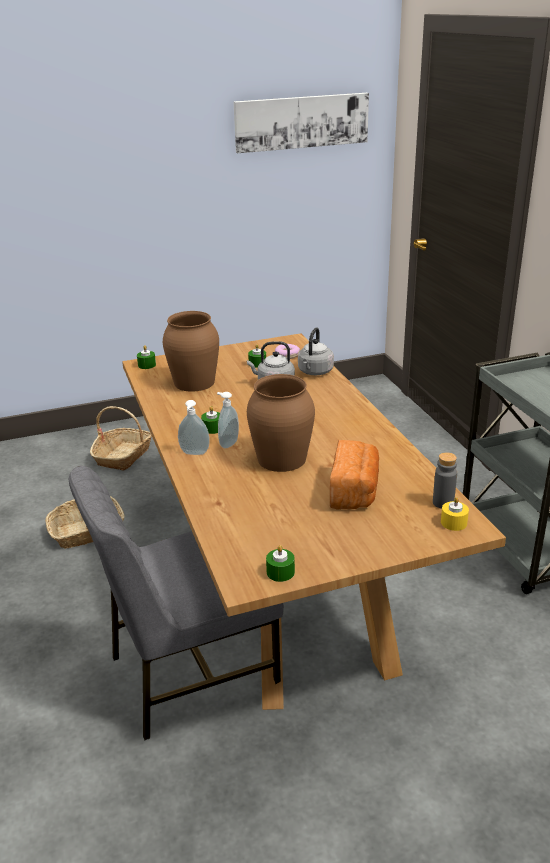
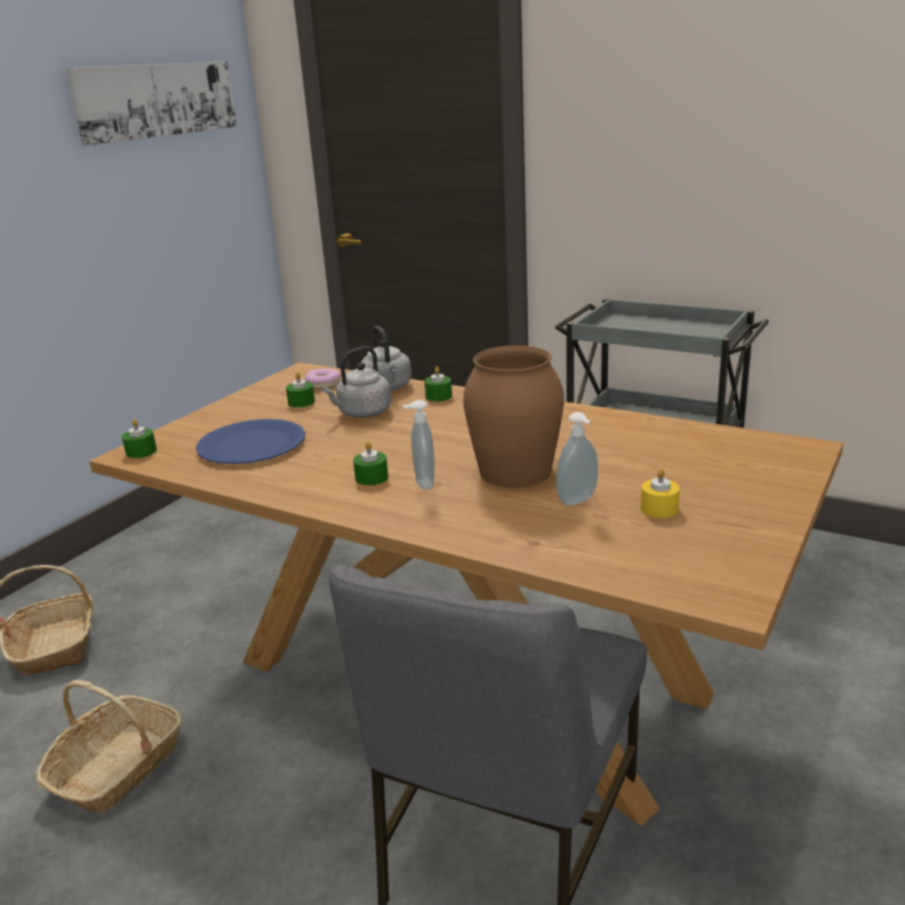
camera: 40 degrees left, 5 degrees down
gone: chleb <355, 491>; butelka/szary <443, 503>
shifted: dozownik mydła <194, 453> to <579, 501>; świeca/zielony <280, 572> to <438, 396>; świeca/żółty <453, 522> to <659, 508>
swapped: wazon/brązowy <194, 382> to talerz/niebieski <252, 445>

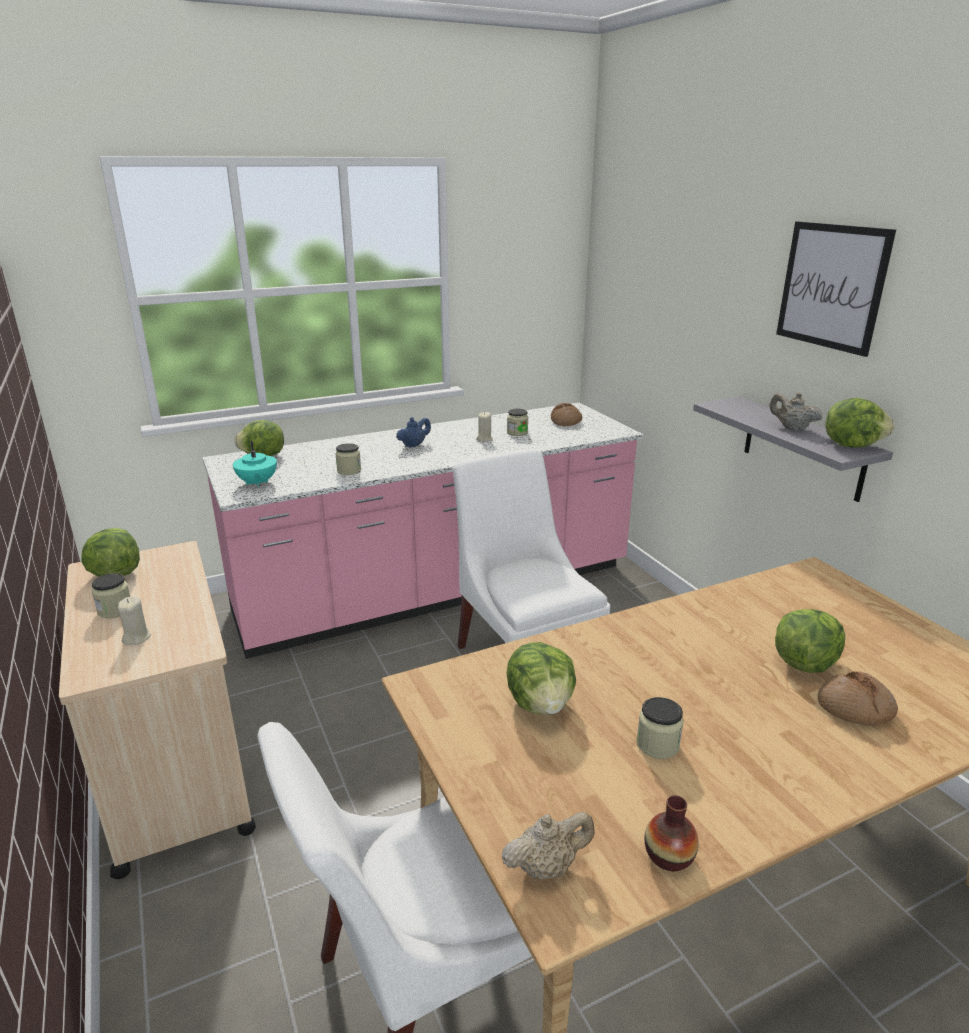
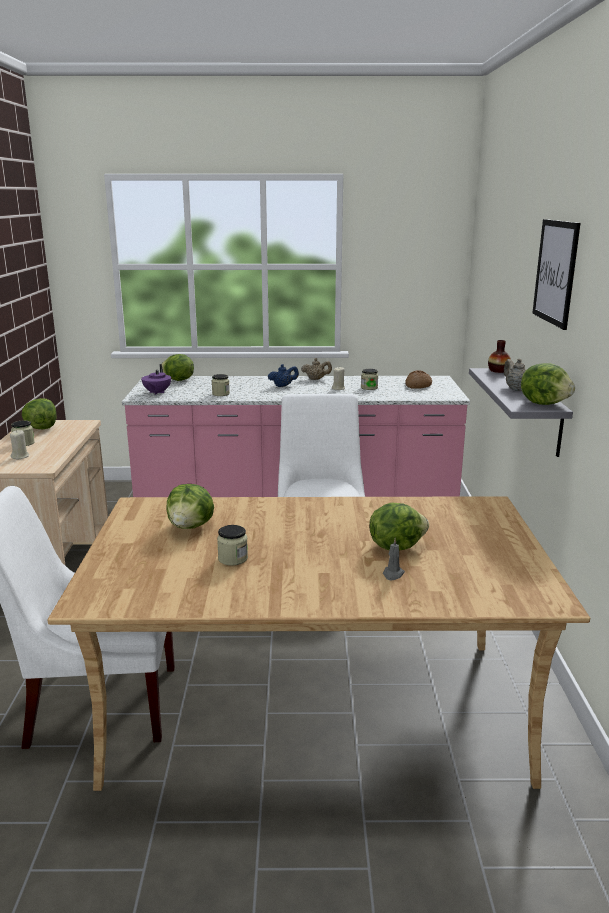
camera: 25 degrees right, 5 degrees down
shifted: imbryk/beżowy <546, 867> to <316, 379>; wazon <668, 855> to <498, 371>
swapped: chleb <855, 708> to świeca/szary <393, 574>
repainted: imbryk/turkusowy <257, 483> to imbryk/fioletowy <156, 393>

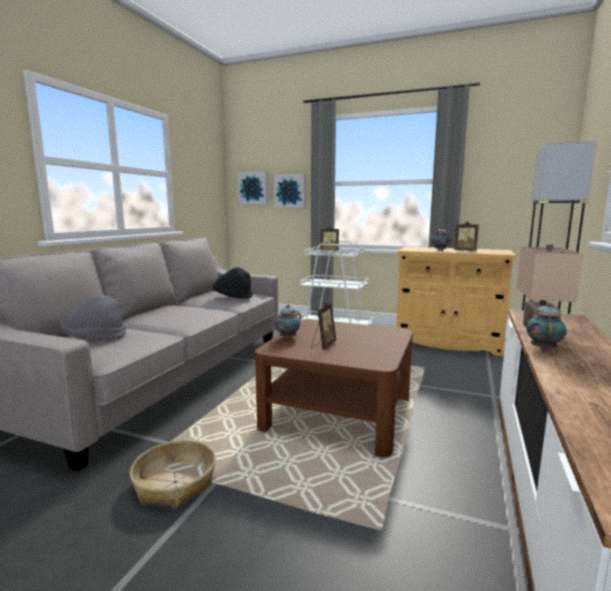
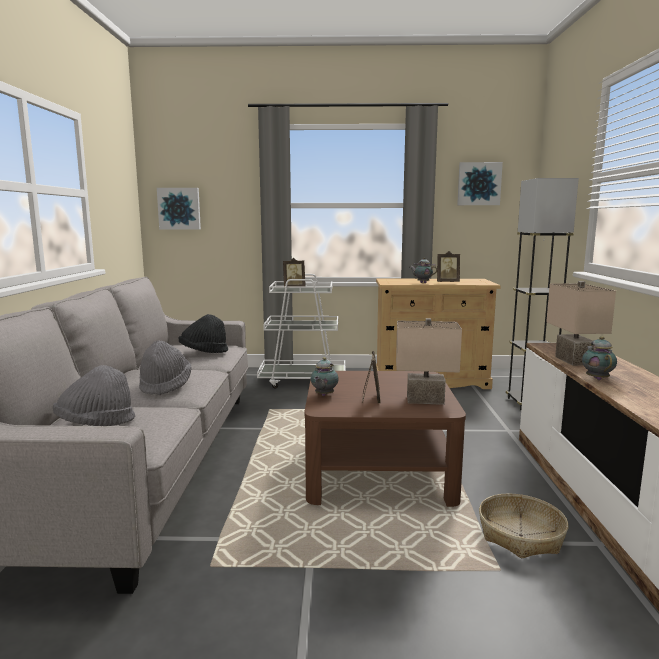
camera: 20 degrees left, 0 degrees up
new: kapelusz/szary <165, 386>; lampa stołowa/beżowy <425, 399>
shifted: koszyk <175, 482> to <521, 536>; obraz <290, 191> to <479, 184>

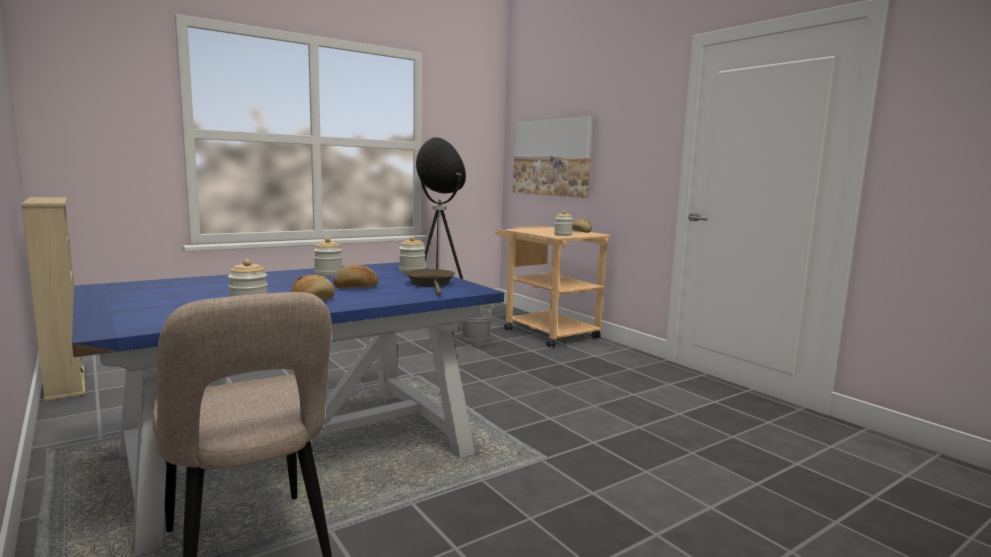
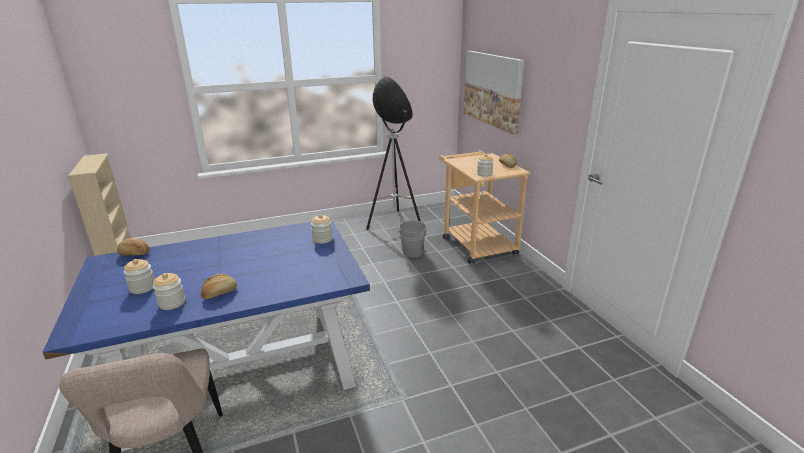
camera: 15 degrees right, 15 degrees up
gone: patelnia/brązowy <431, 284>
shifted: słoik <328, 274> to <142, 287>; chleb <356, 287> to <134, 254>

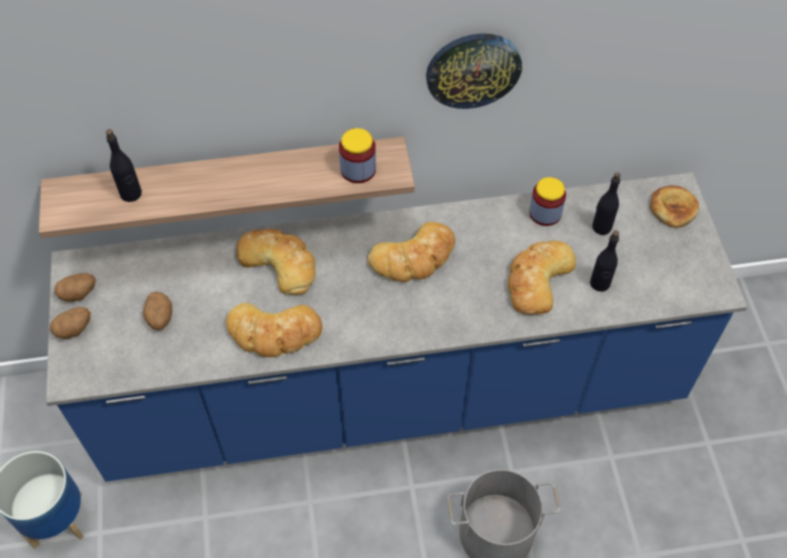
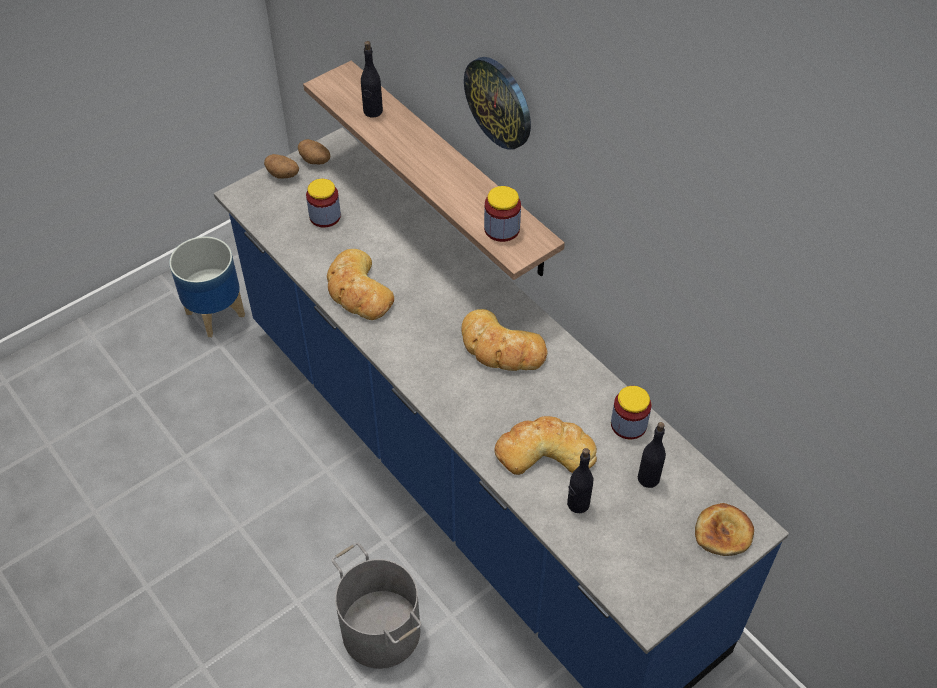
camera: 60 degrees right, 5 degrees down
gone: chleb <279, 262>
shifted: zegar ścienny <473, 69> to <499, 102>
swapped: ziemniak <160, 318> to słoik <325, 216>

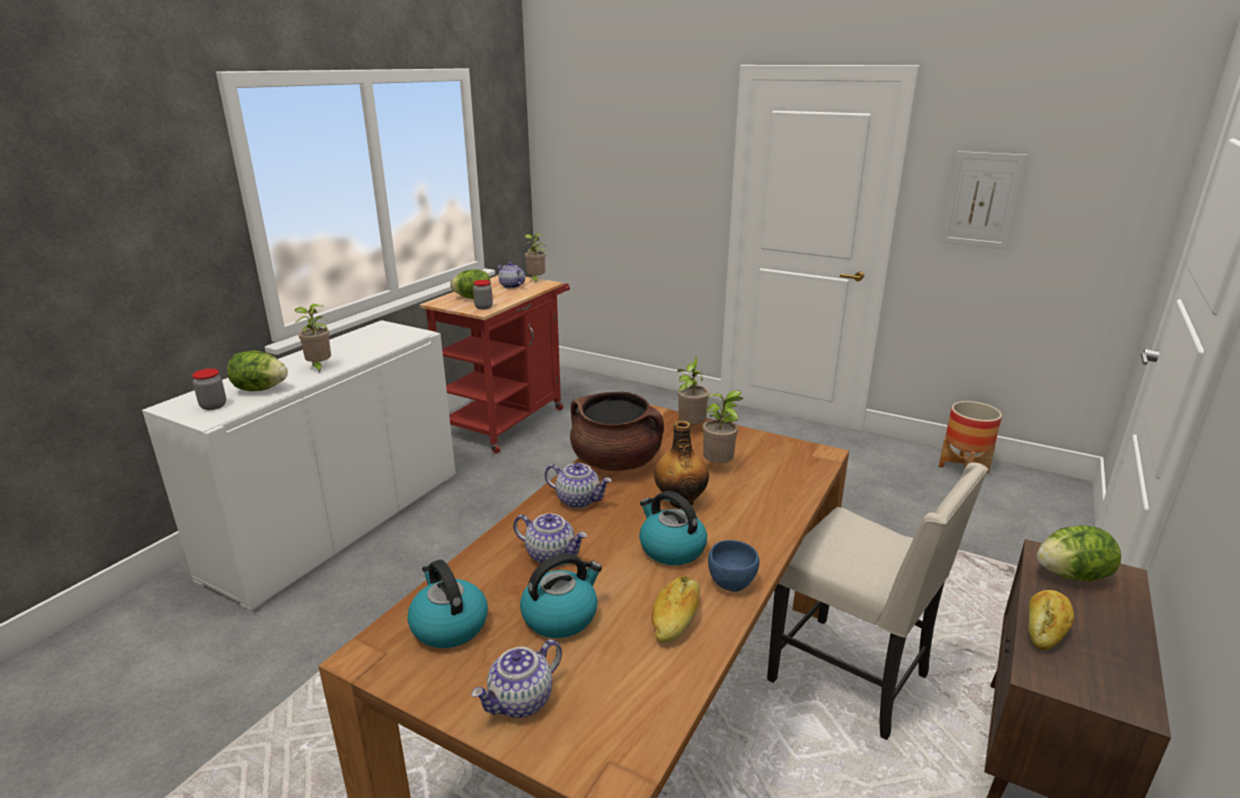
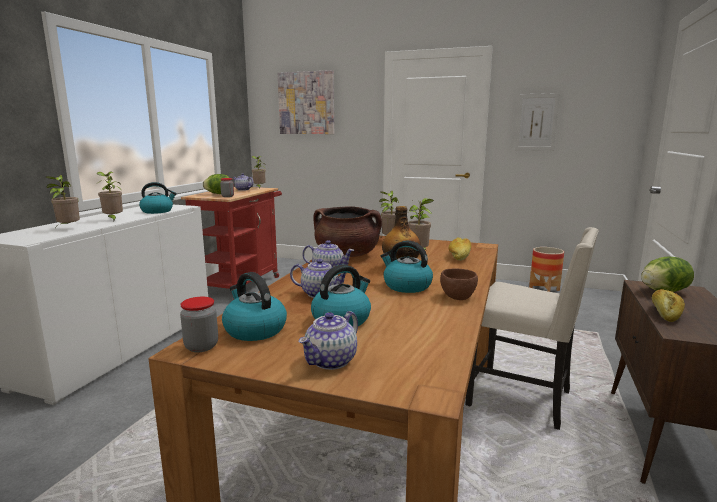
camera: 10 degrees left, 10 degrees down
new: czajnik <157, 211>; obraz <306, 103>
shifted: słoik <213, 406> to <201, 346>; chleb <676, 618> to <459, 256>
swapped: sałata <260, 389> to roślina doniczkowa <68, 228>
repainted: miska/niebieski <730, 582> to miska/brązowy <456, 297>

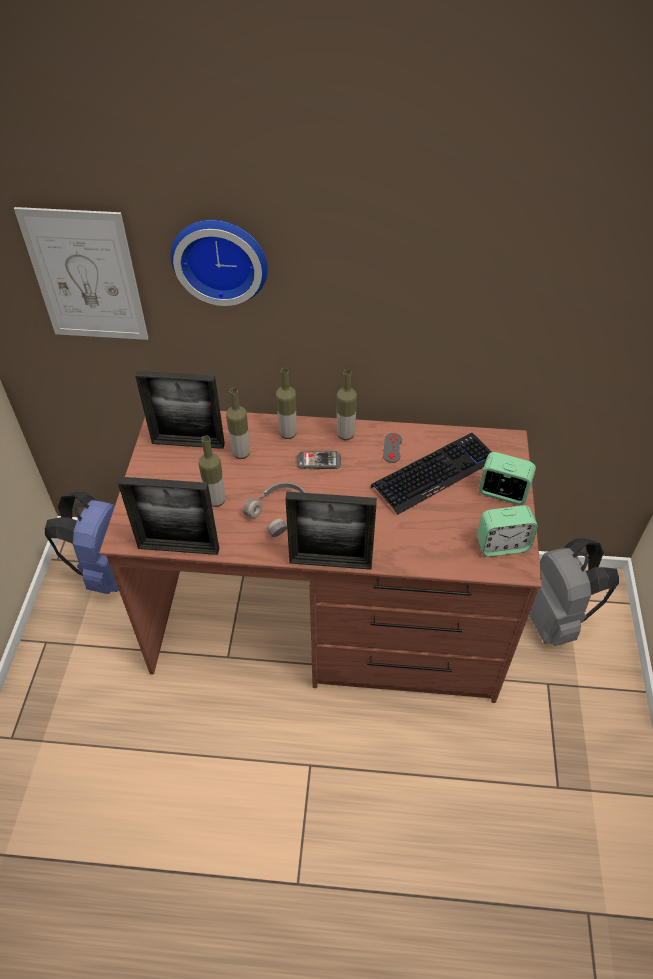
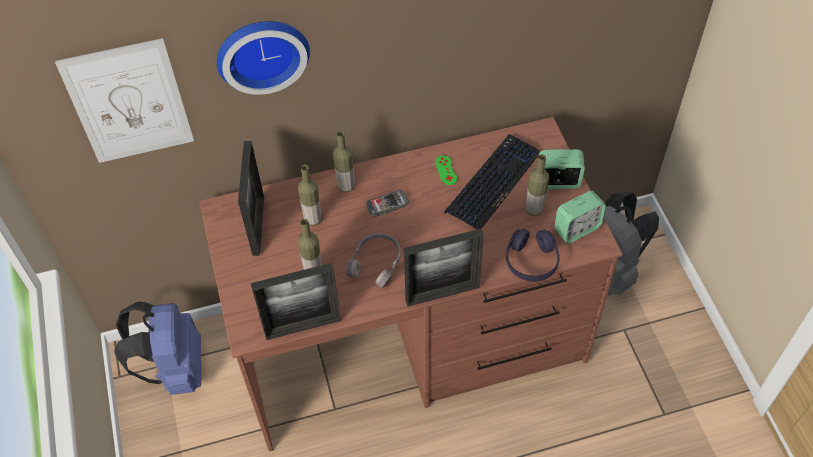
camera: 20 degrees left, 5 degrees up
new: słuchawki/fioletowy <531, 261>
shifted: butelka <345, 435> to <534, 209>
repainted: pad do gier/szary <392, 448> to pad do gier/zielony <446, 170>
rotated: ramka na zdjęcie <188, 443> = <258, 225> 75 degrees counterclockwise

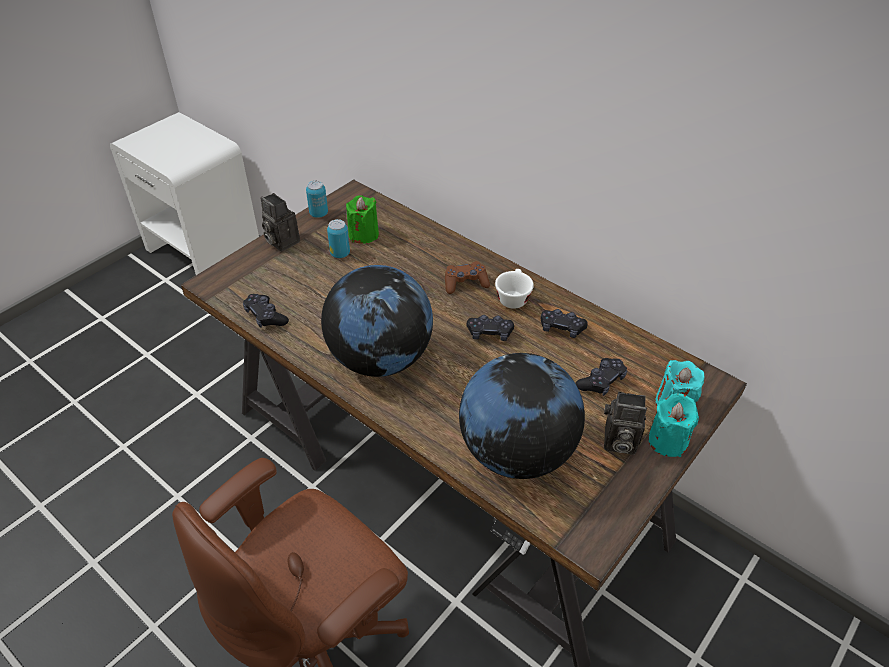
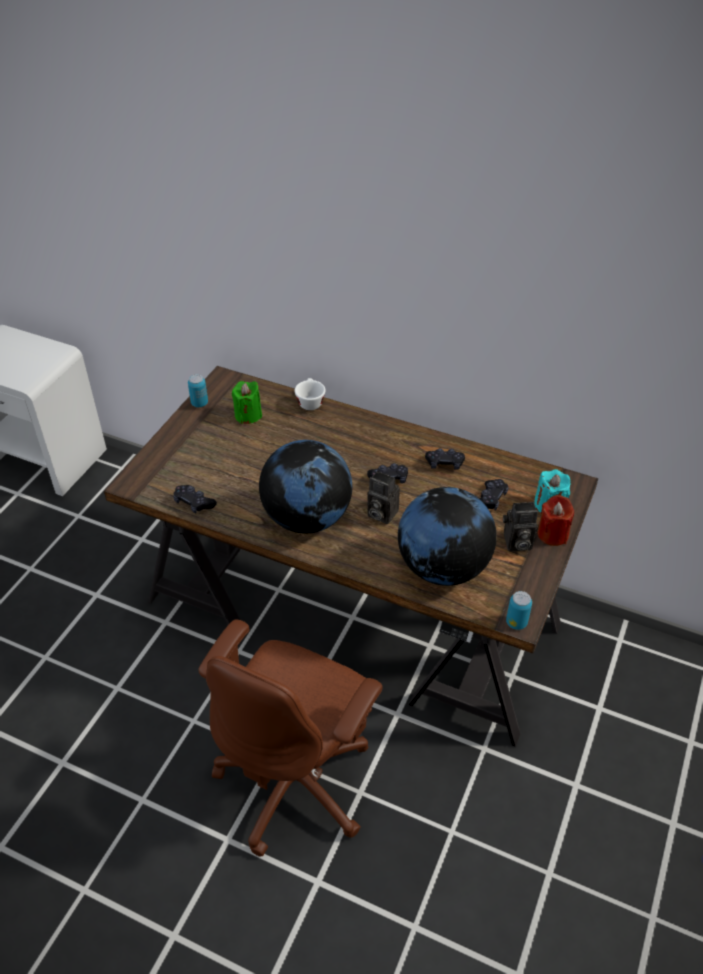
camera: 15 degrees left, 0 degrees up
gone: pad do gier/brązowy <465, 283>
shifted: aparat fotograficzny <280, 241> to <380, 513>; puszka <340, 253> to <516, 622>; filiżanka/biały <512, 297> to <309, 401>
repainted: świeca/turkusowy <667, 441> to świeca/czerwony <552, 534>

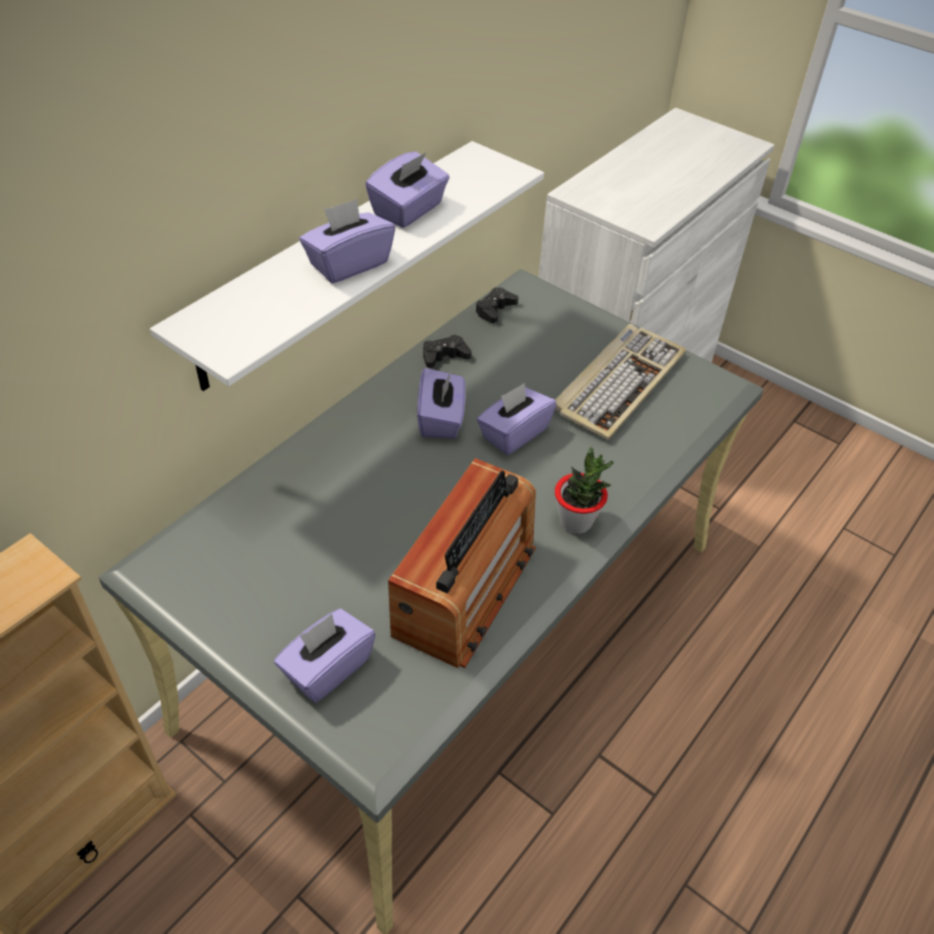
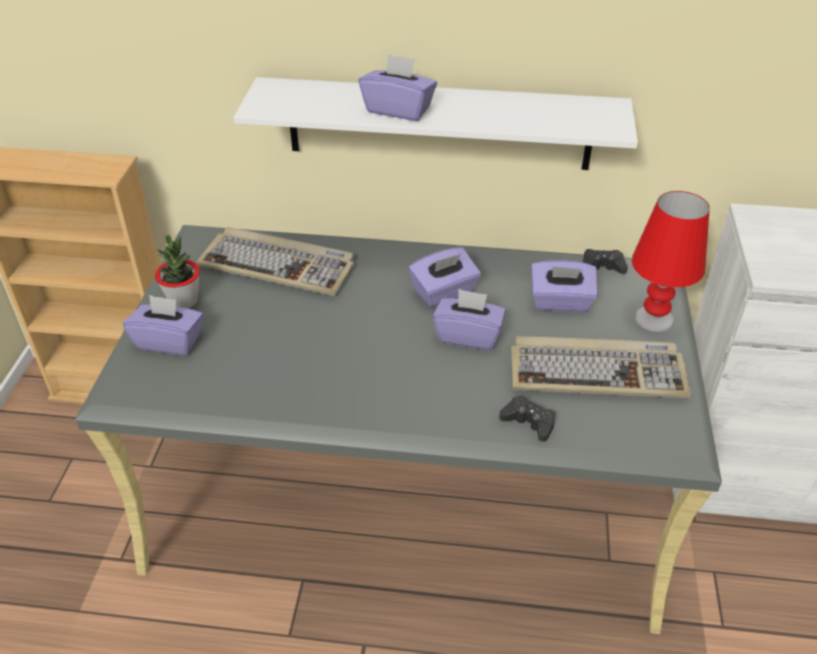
camera: 60 degrees right, 5 degrees down
gone: radio <465, 589>
new: klawiatura <279, 265>; lampa stołowa/czerwony <653, 319>
shifted: pudełko chusteczek/fioletowy <409, 210> to <560, 302>; pad do gier/czarny <444, 356> to <529, 422>; roślina doniczkowa <576, 521> to <183, 301>

